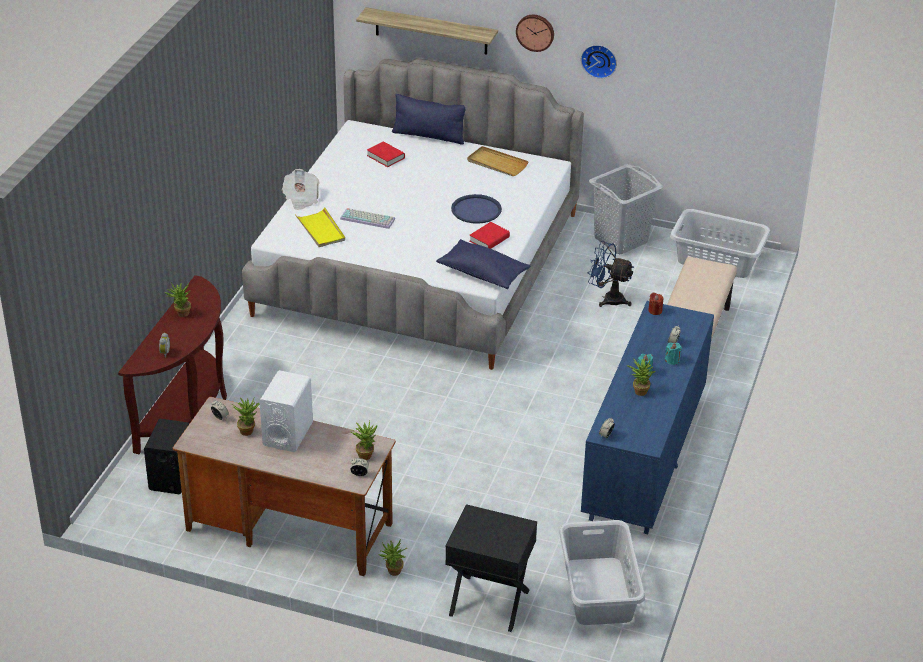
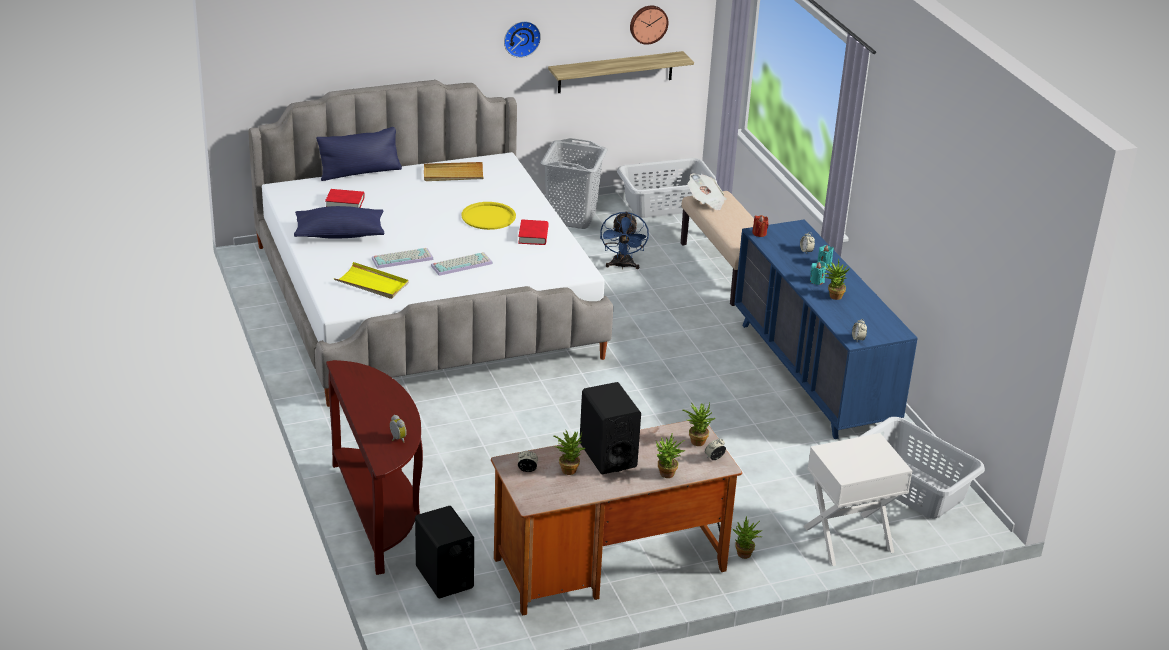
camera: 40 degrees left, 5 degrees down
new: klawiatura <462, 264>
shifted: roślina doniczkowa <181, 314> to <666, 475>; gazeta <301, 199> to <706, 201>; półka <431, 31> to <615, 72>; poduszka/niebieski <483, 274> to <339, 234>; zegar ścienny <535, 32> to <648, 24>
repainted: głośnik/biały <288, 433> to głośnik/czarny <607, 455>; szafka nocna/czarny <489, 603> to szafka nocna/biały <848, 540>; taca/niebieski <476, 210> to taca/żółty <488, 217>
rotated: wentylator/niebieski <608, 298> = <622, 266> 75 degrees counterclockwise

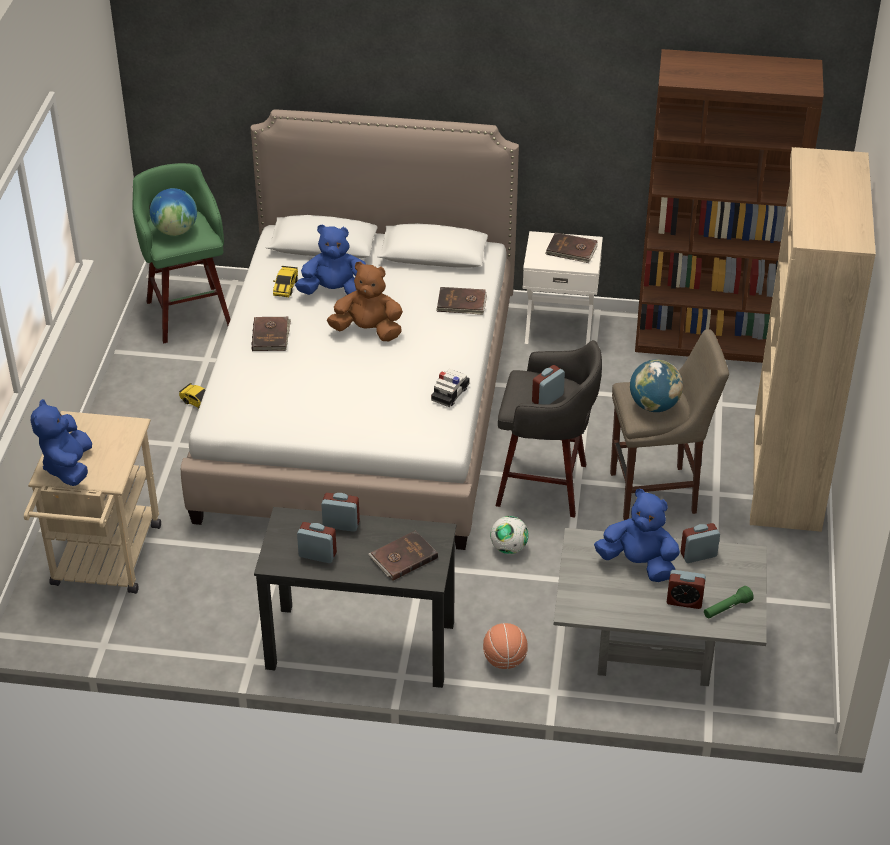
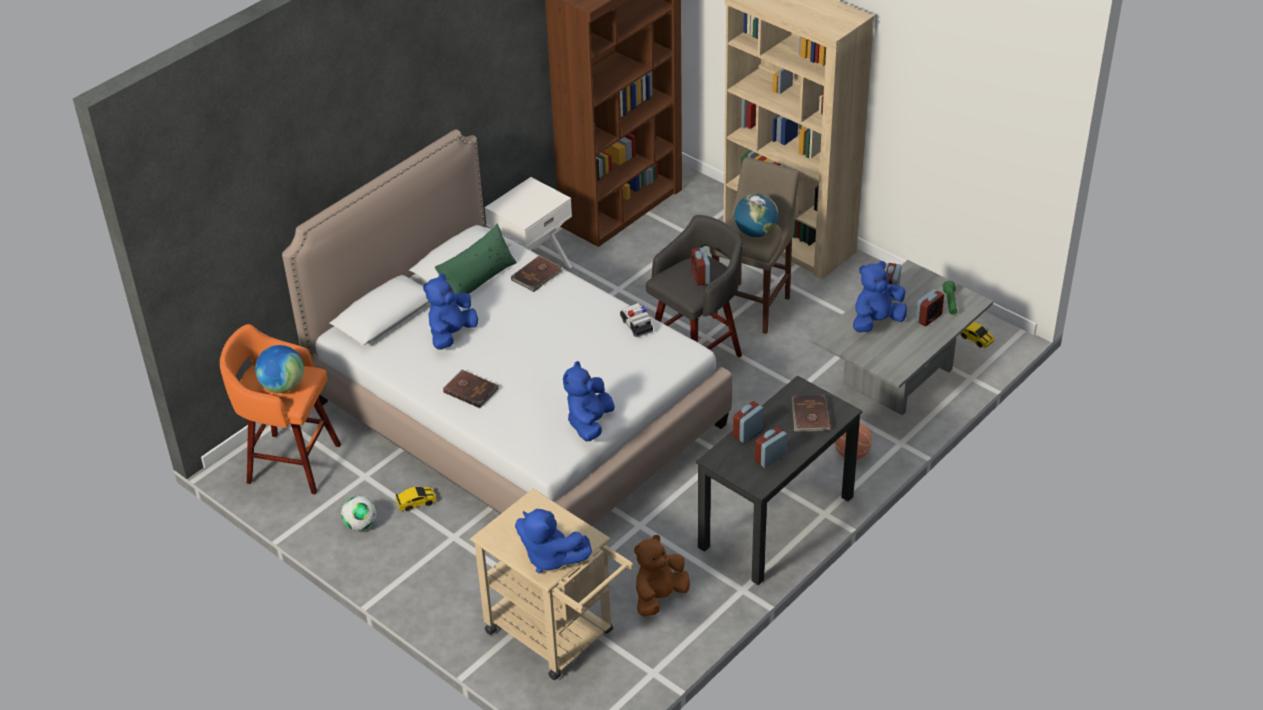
camera: 55 degrees left, 0 degrees up
gone: książka/brązowy <571, 250>
new: poduszka/zielony <478, 280>; pluszak/niebieski <589, 423>
shifted: samochodzik <285, 287> to <975, 338>; pluszak/brązowy <368, 331> to <659, 597>; piłka futbolowa <509, 548> to <361, 525>
repainted: stołek/zielony <188, 312> to stołek/pomarańczowy <290, 463>

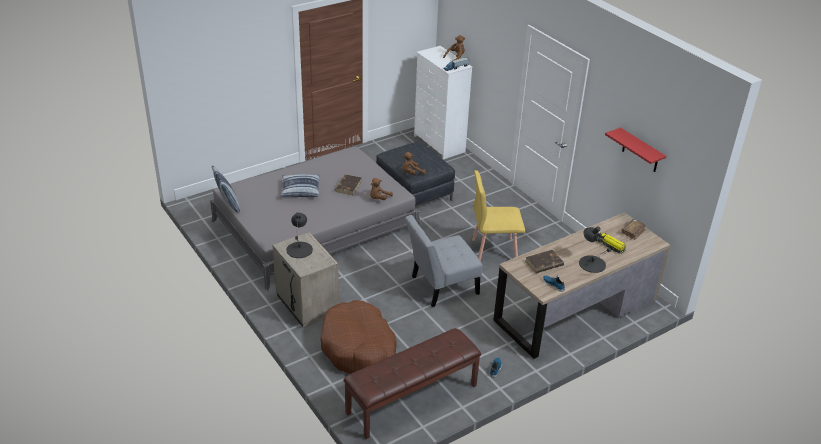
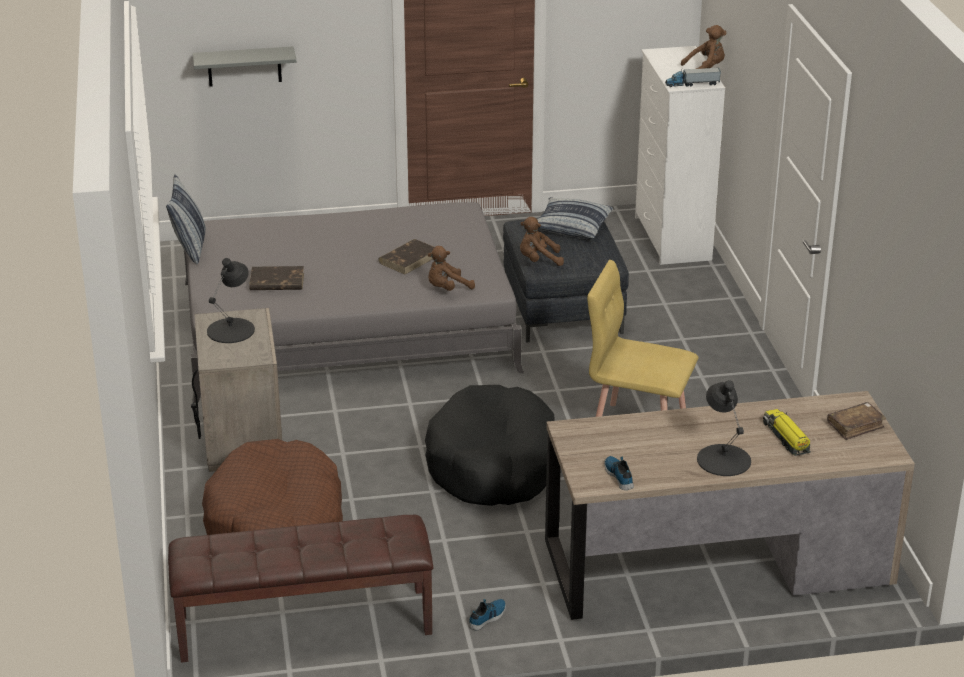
camera: 25 degrees right, 5 degrees down
gone: półka/czerwony <640, 151>
new: półka/szary <244, 66>
shifted: poduszka <300, 190> to <571, 226>; książka/brązowy <543, 263> to <276, 282>
swapped: krzesło/szary <441, 286> to legowisko/czarny <493, 465>

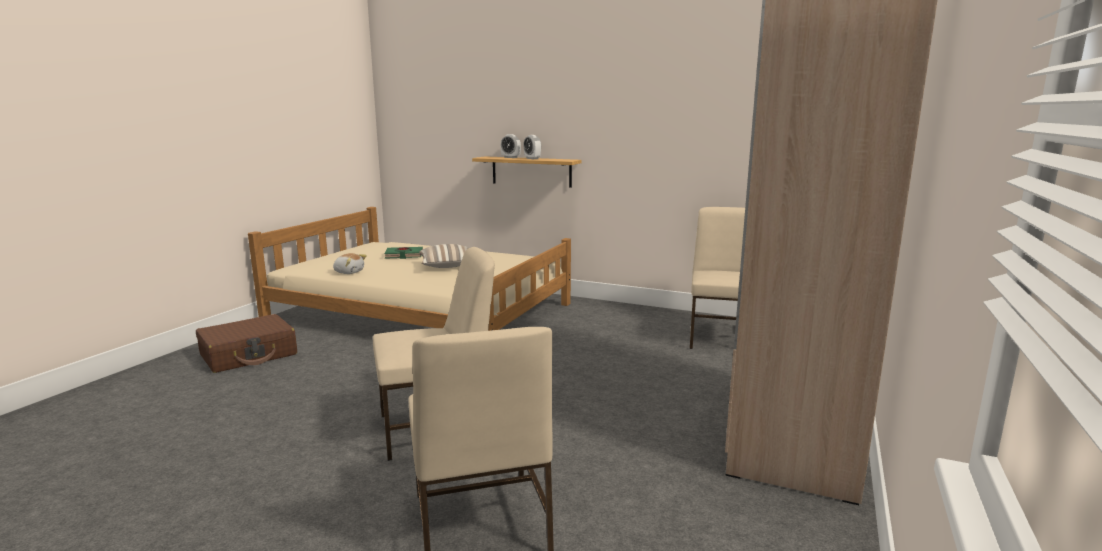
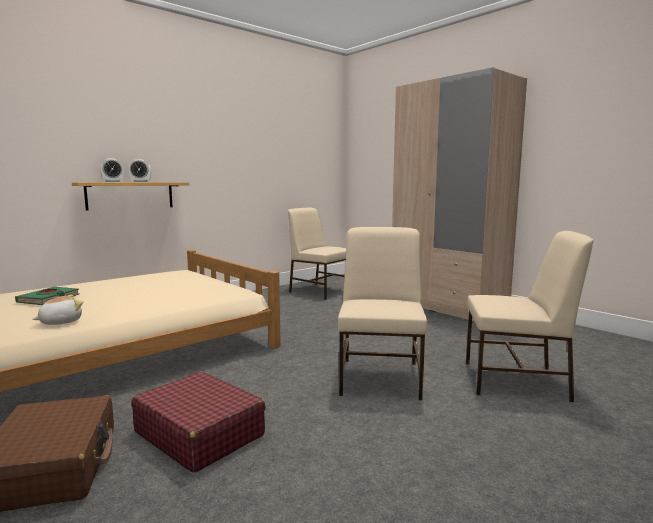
camera: 65 degrees left, 5 degrees down
gone: poduszka <447, 266>
new: walizka/czerwony <199, 433>

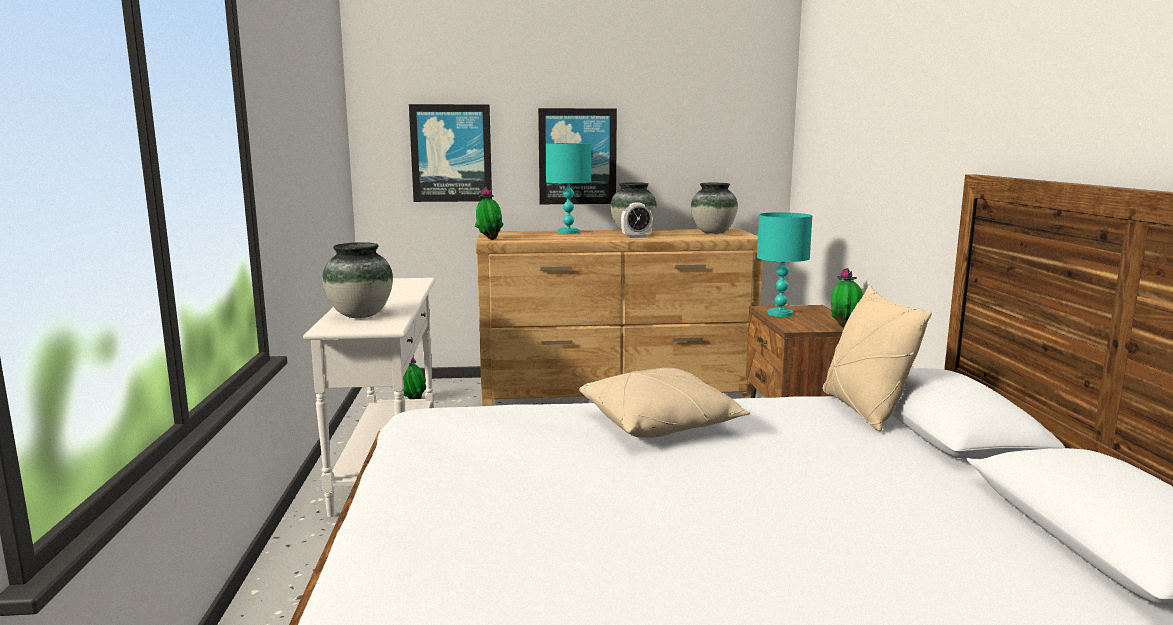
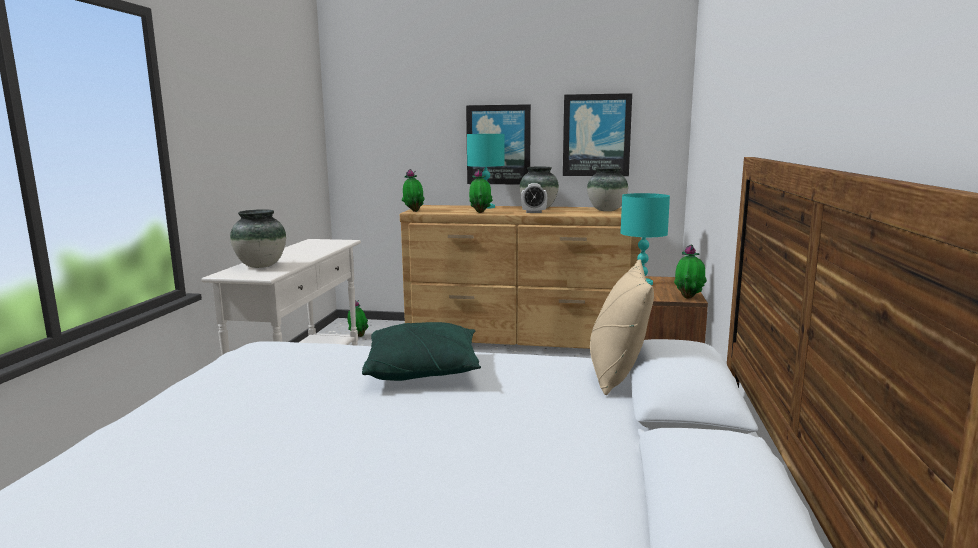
camera: 15 degrees right, 0 degrees up
new: roślina doniczkowa <480, 212>
shifted: obraz <451, 153> to <596, 135>
repainted: poduszka/beżowy <660, 424> to poduszka/zielony <423, 370>

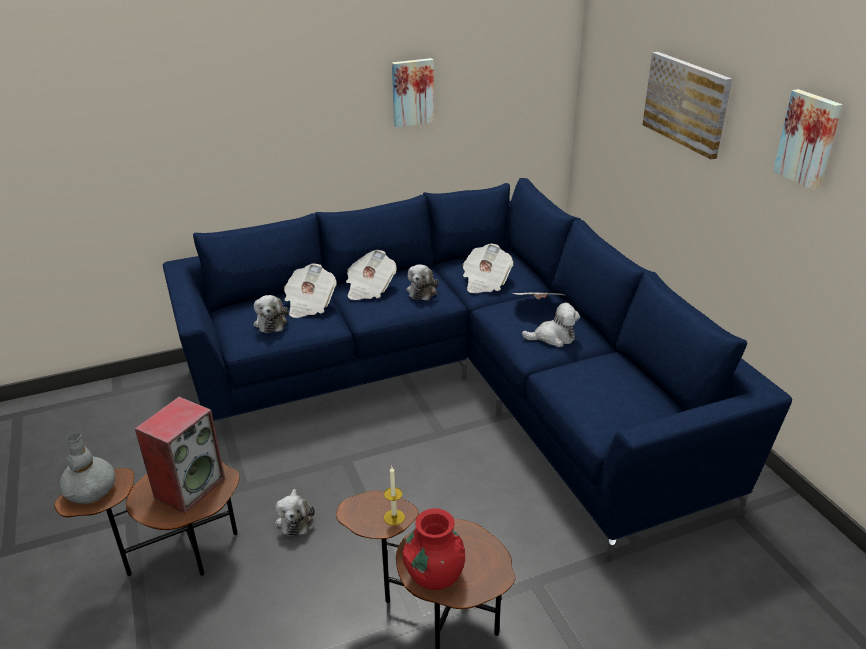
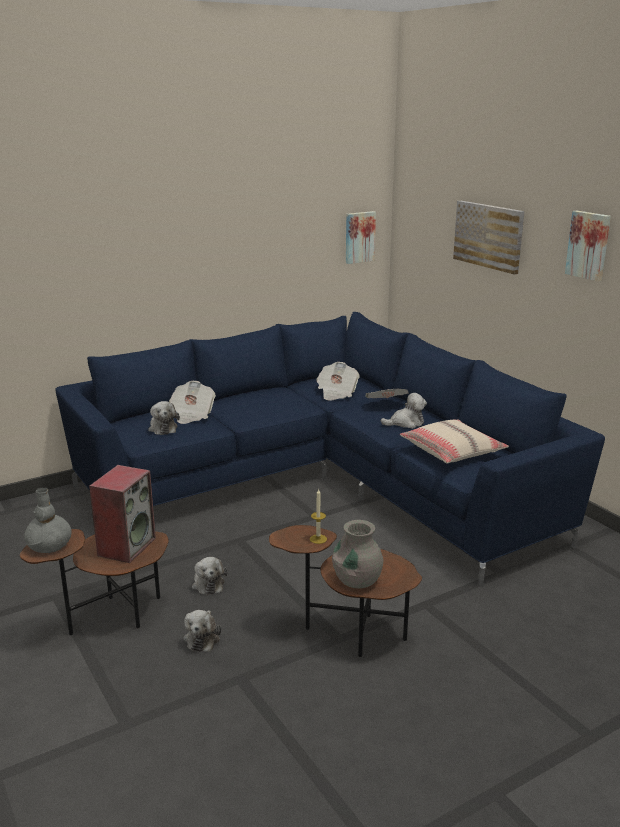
camera: 10 degrees left, 10 degrees down
gone: gazeta <369, 288>
new: poduszka/beżowy <452, 451>
shifted: obraz <412, 92> to <359, 237>; pluszak <422, 291> to <202, 638>
repainted: wazon/czerwony <435, 575> to wazon/szary <357, 581>

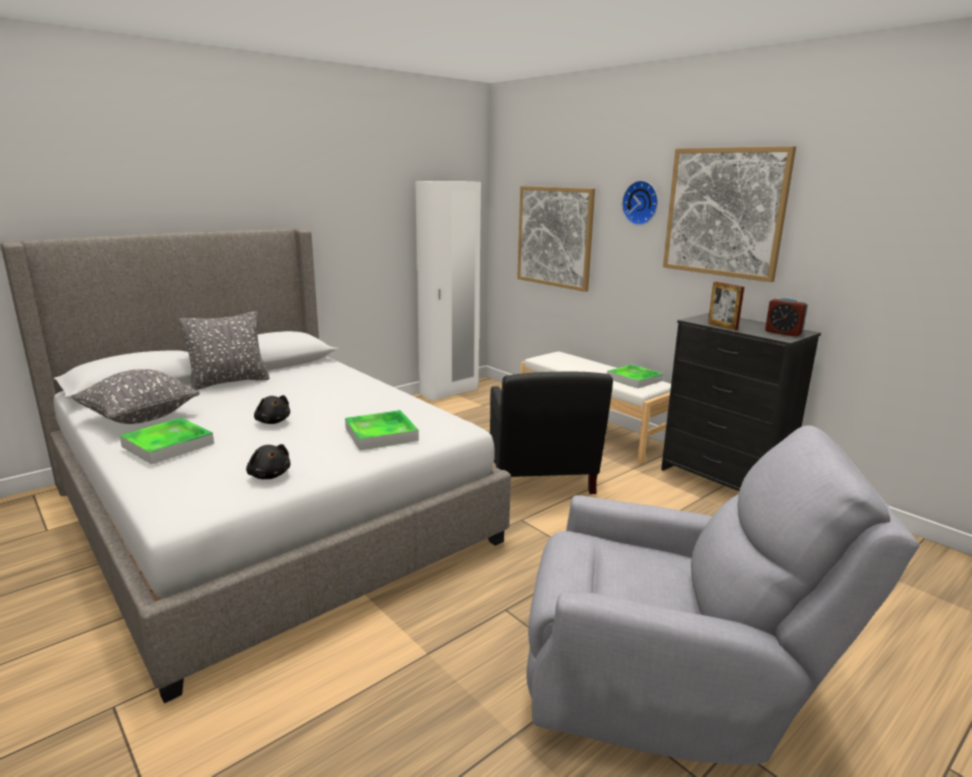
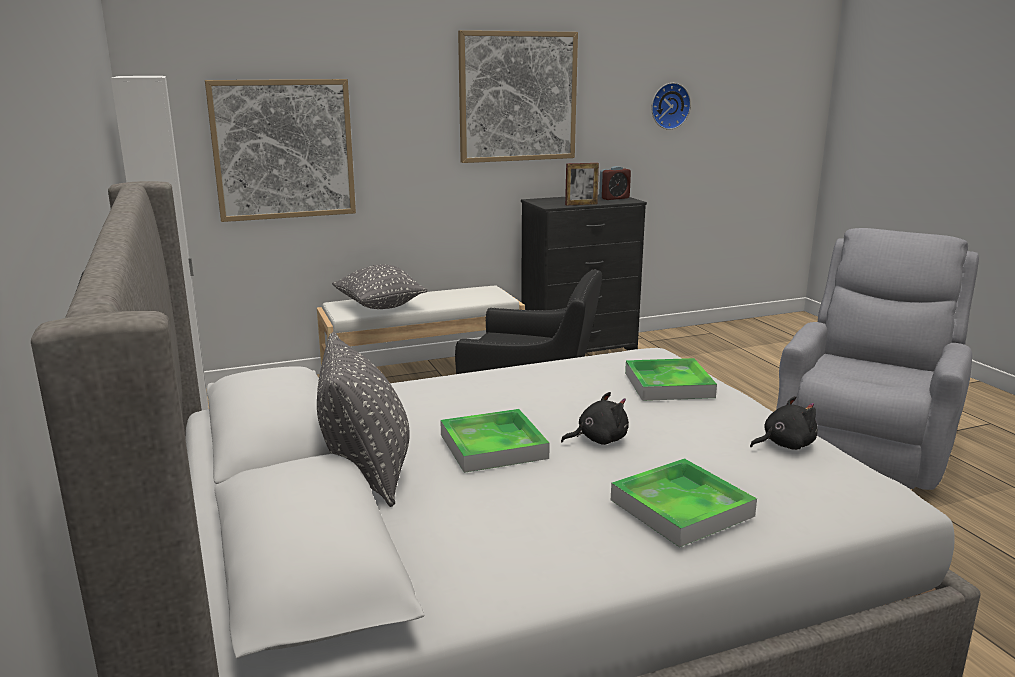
camera: 70 degrees left, 0 degrees up
shifted: poduszka/szary <140, 417> to <380, 307>; taca <634, 379> to <493, 446>; zegar ścienny <641, 203> to <669, 106>

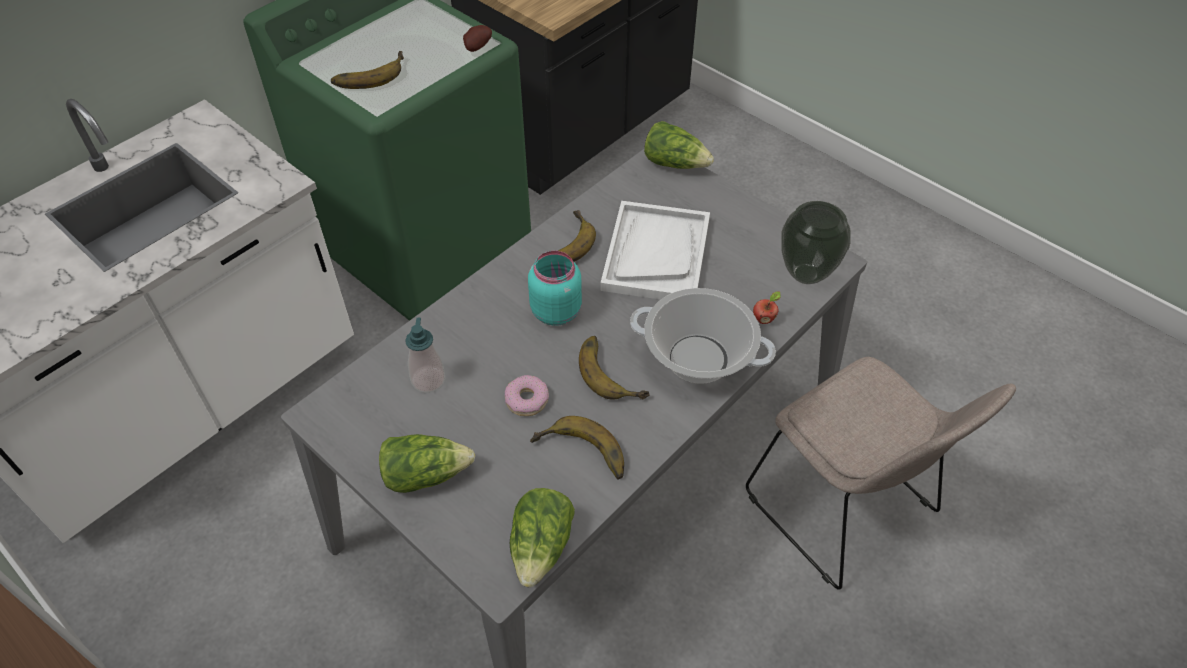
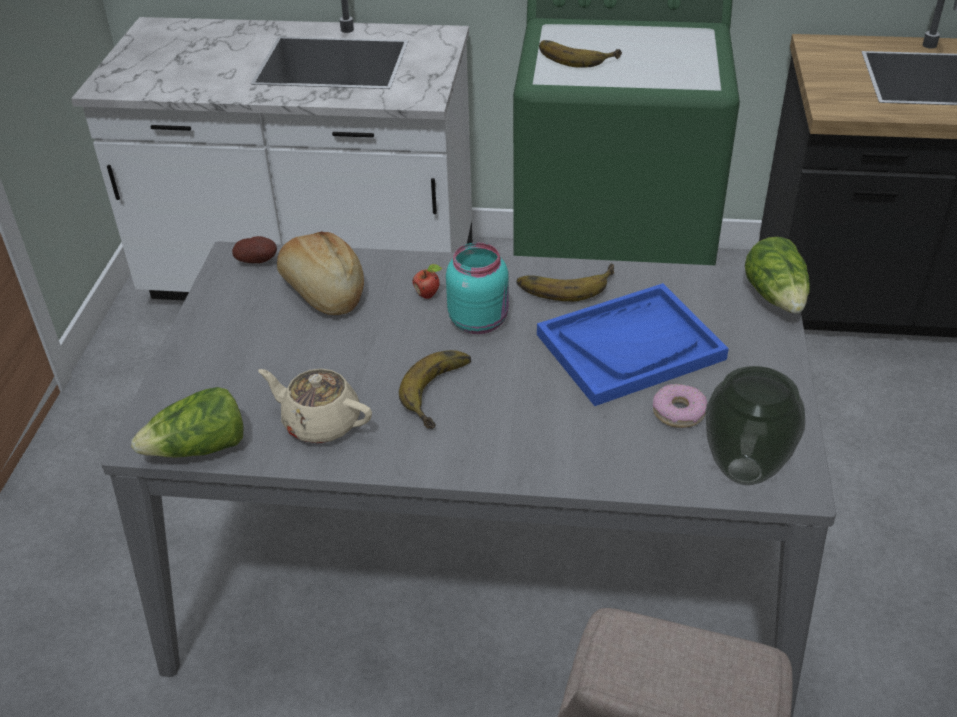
camera: 55 degrees right, 10 degrees down
gone: sałata <425, 474>; garnek <698, 358>
shifted: ziemniak <476, 48> to <258, 261>; donut <526, 400> to <678, 412>; jabłko <764, 319> to <428, 295>
swapped: dozownik mydła <428, 380> to chleb <322, 292>; banan <580, 457> to imbryk/beżowy <320, 423>
repainted: taca/biały <656, 254> to taca/niebieski <630, 346>

